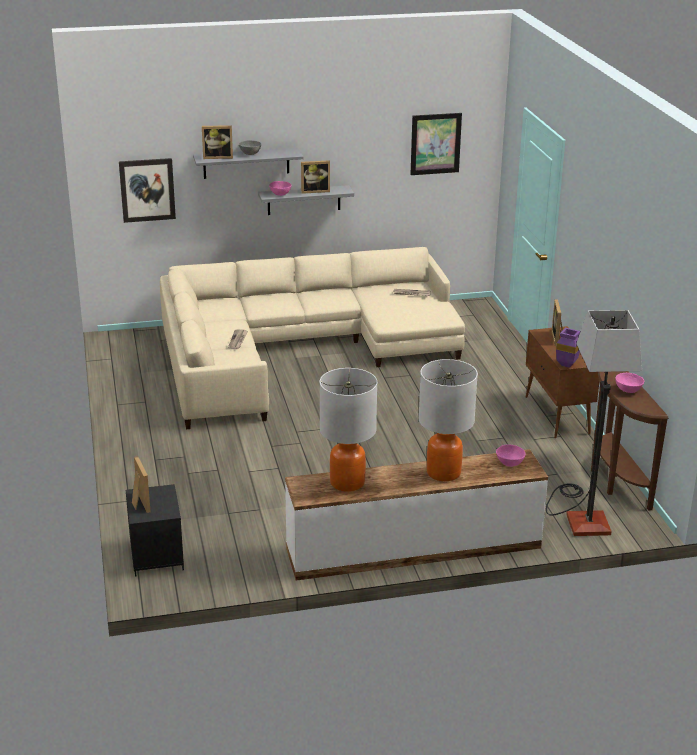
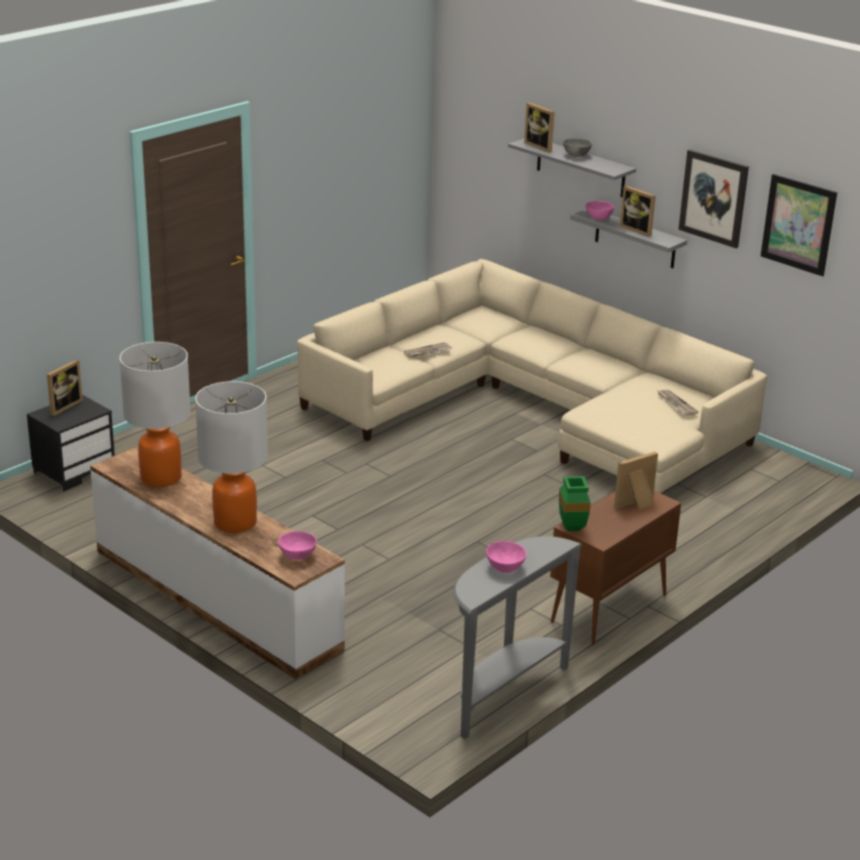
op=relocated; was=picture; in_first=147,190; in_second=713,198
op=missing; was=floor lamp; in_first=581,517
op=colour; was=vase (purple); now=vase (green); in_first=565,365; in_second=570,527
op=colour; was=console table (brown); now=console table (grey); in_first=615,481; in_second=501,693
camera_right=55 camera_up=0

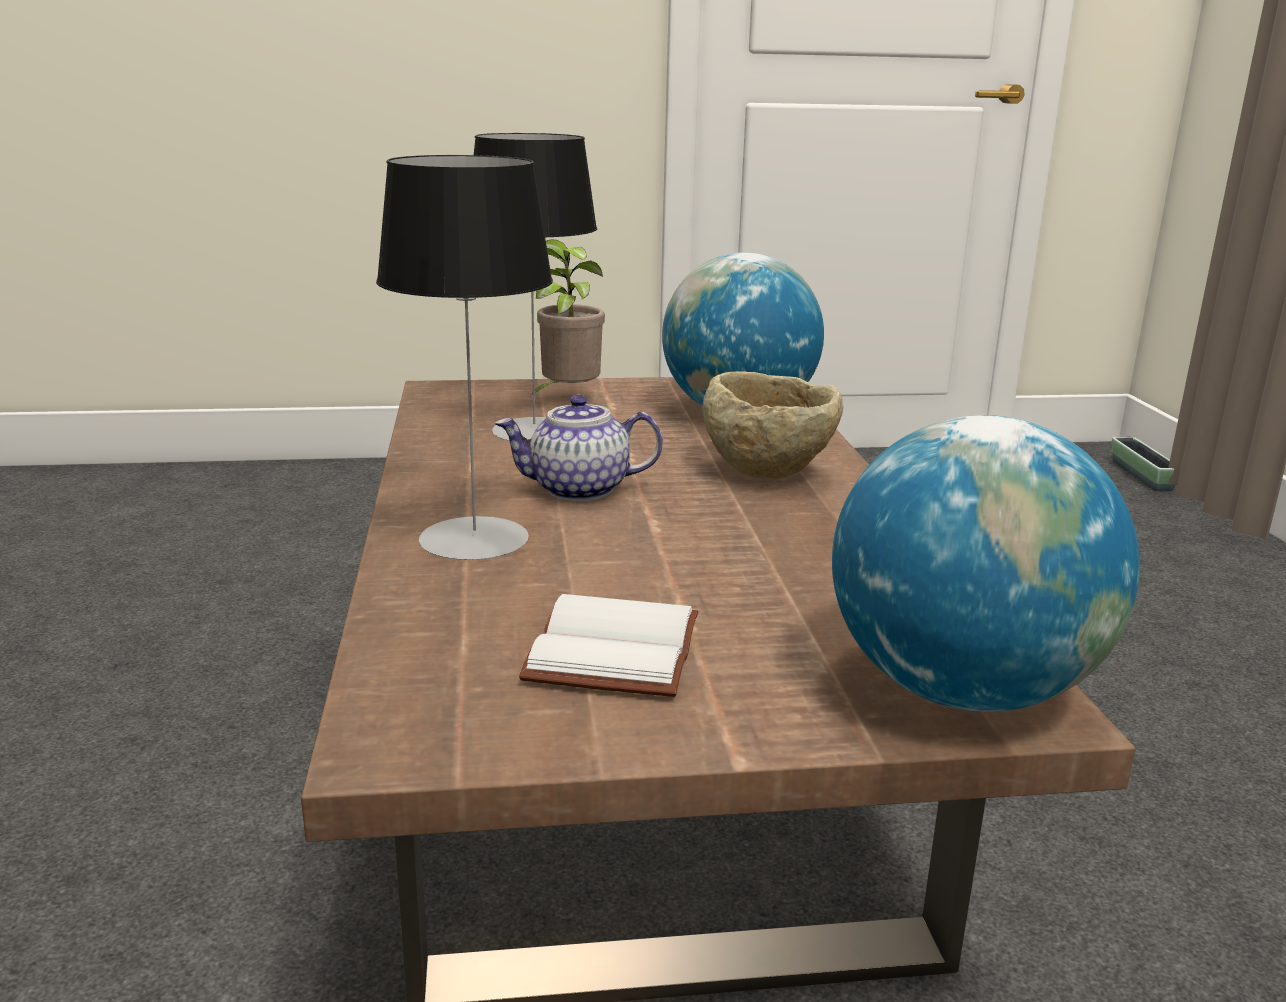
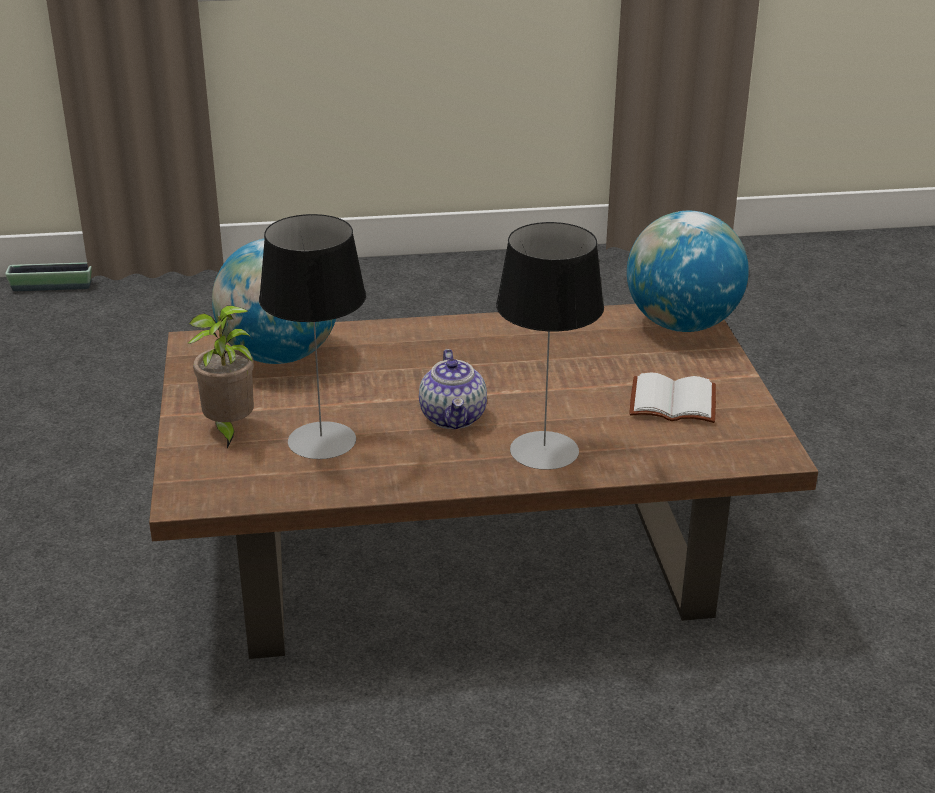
op=missing; was=bowl (beige); in_first=768,471
camera_right=-90 camera_up=10

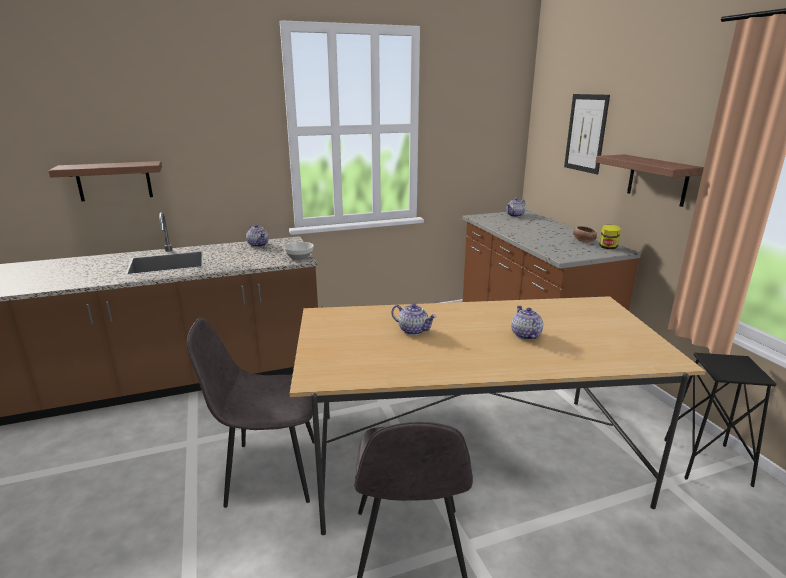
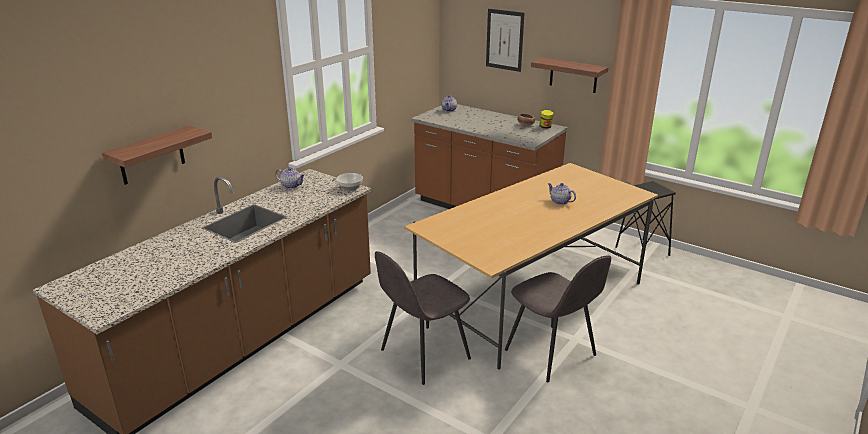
op=missing; was=teapot; in_first=413,330
camera_right=-35 camera_up=5

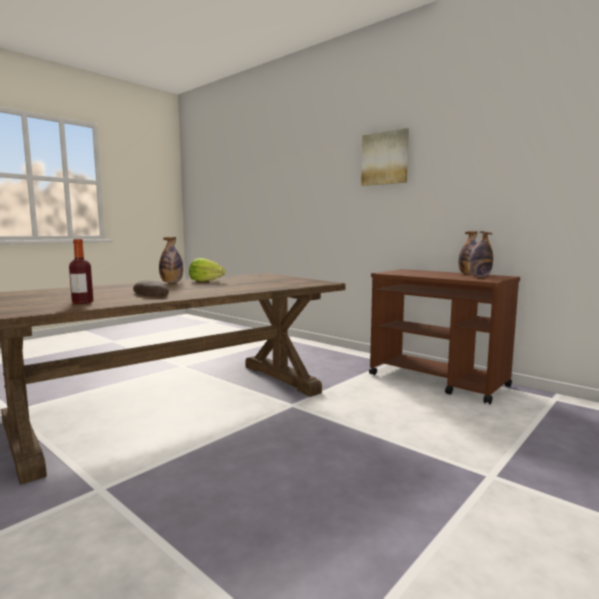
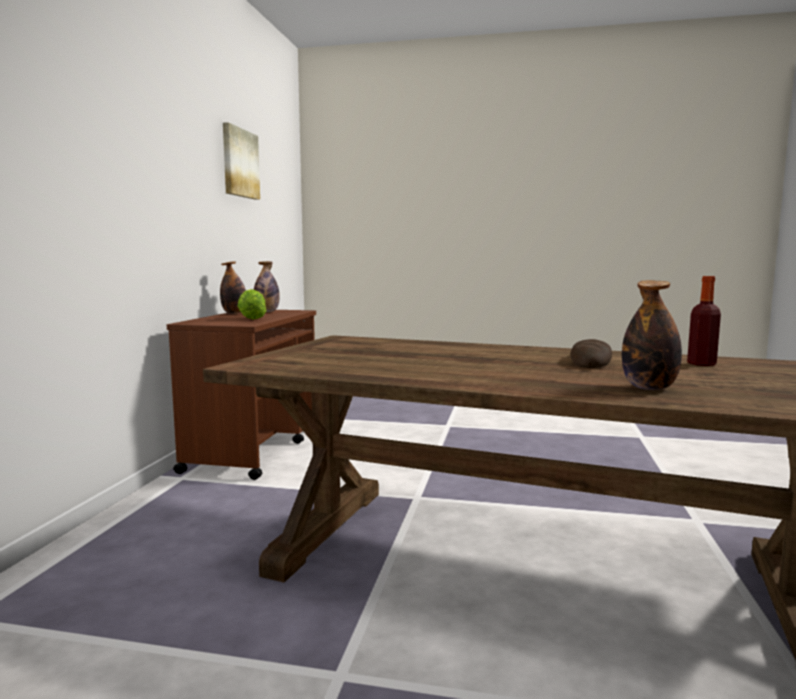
op=relocated; was=picture; in_first=385,158; in_second=239,163
op=relocated; was=bottle; in_first=171,282; in_second=649,388
op=relocated; was=lettuce; in_first=206,281; in_second=252,318
camera_right=-120 camera_up=0

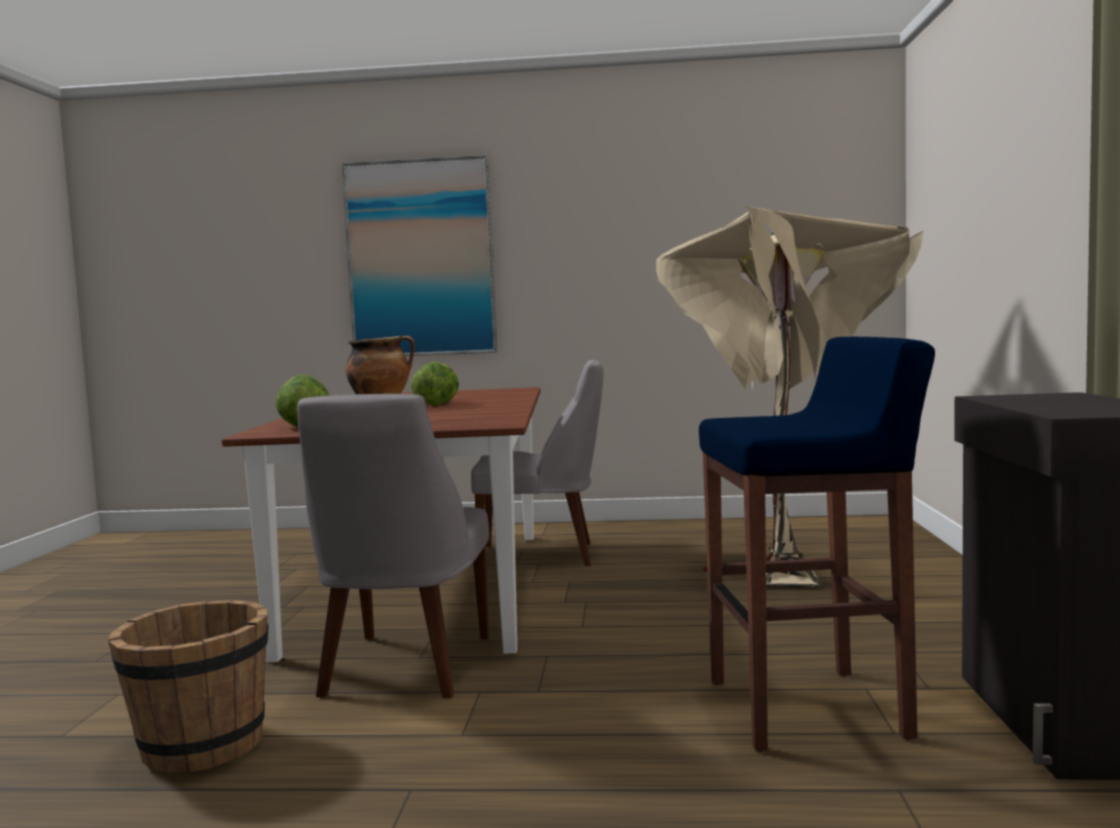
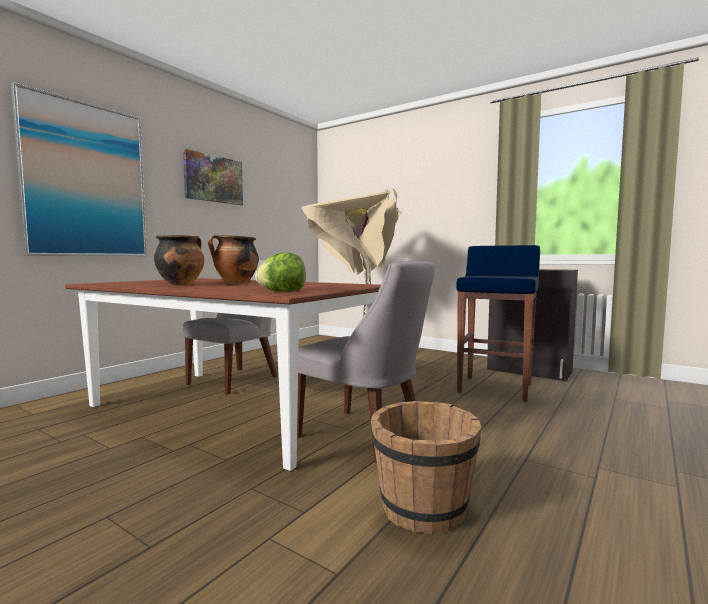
op=exchanged; was=lettuce; now=cooking pot; in_first=437,405; in_second=236,283
op=appeared; now=picture; in_second=213,179
camera_right=-60 camera_up=0

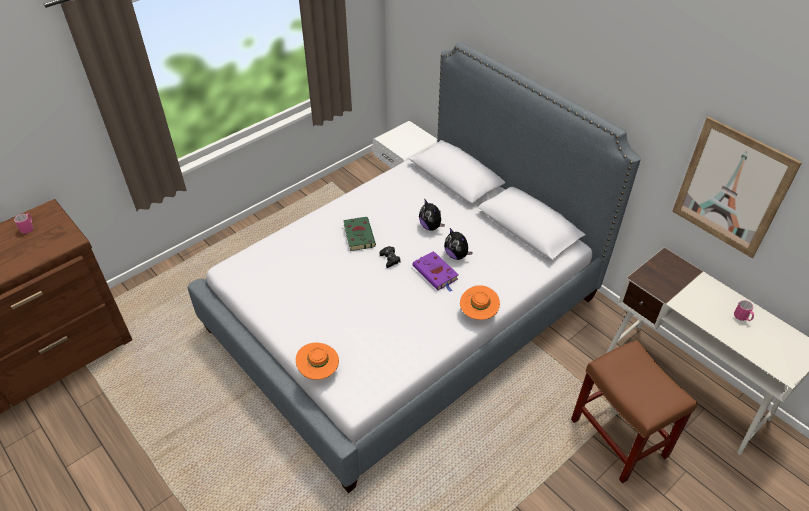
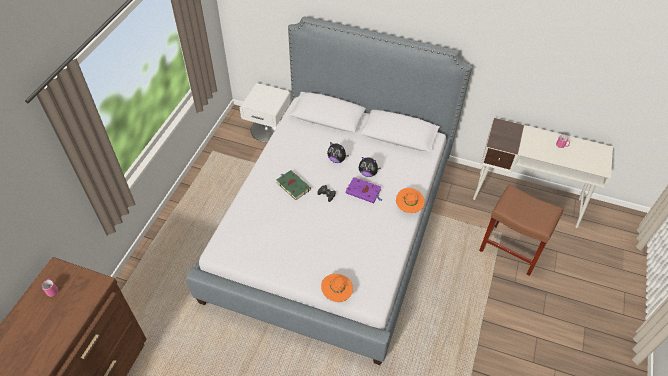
op=missing; was=picture; in_first=731,188
camera_right=-30 camera_up=5

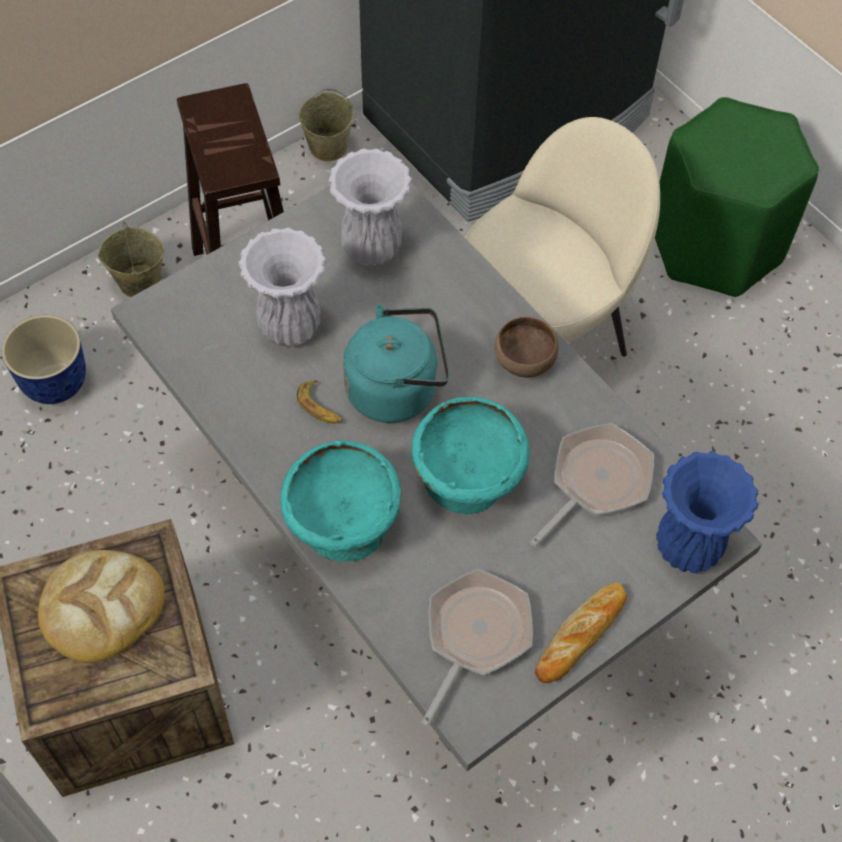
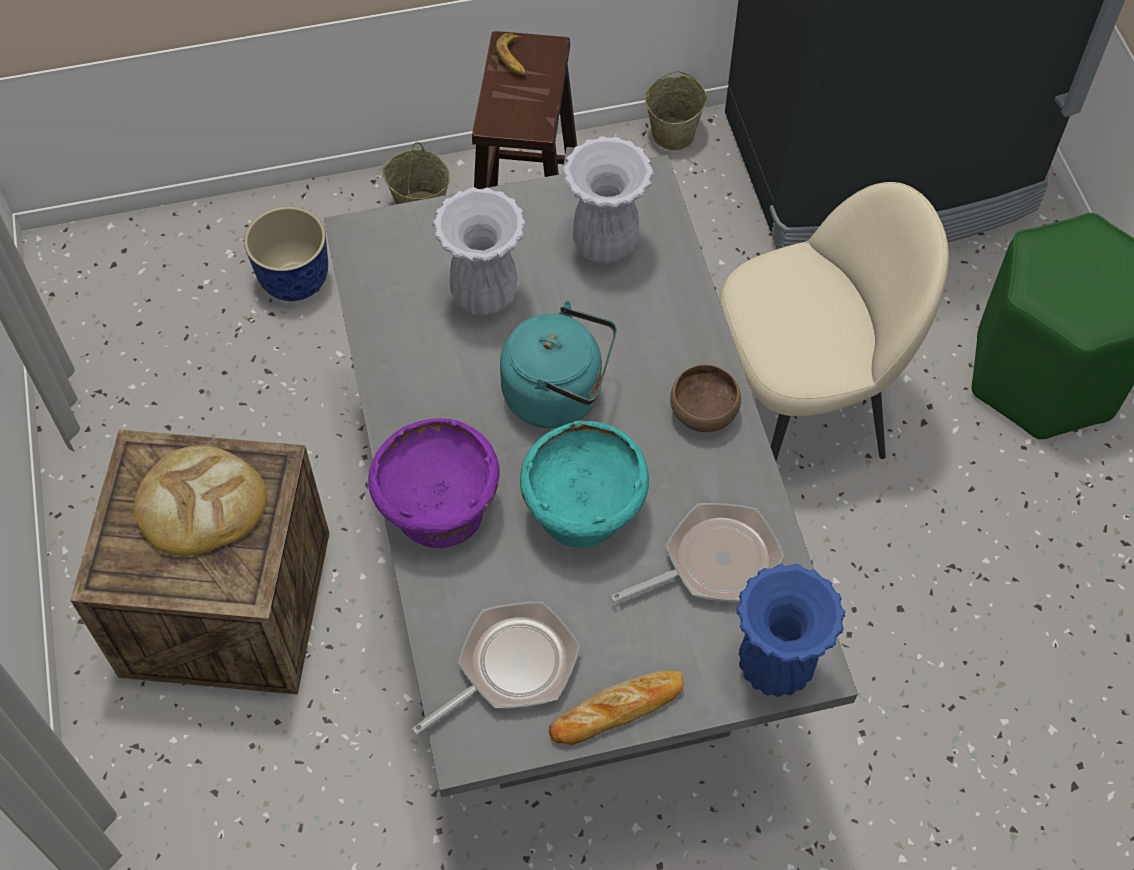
op=relocated; was=banana; in_first=320,407; in_second=513,59
op=colour; was=bowl (turquoise); now=bowl (purple); in_first=342,523; in_second=438,506
camera_right=25 camera_up=0

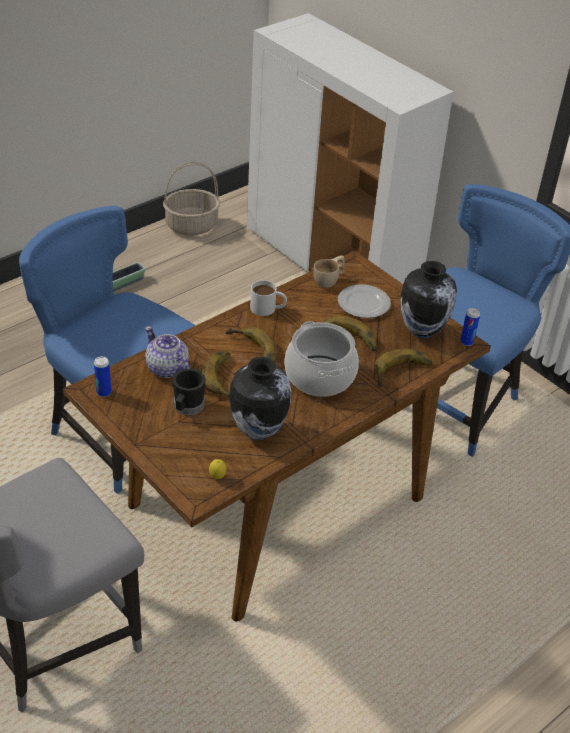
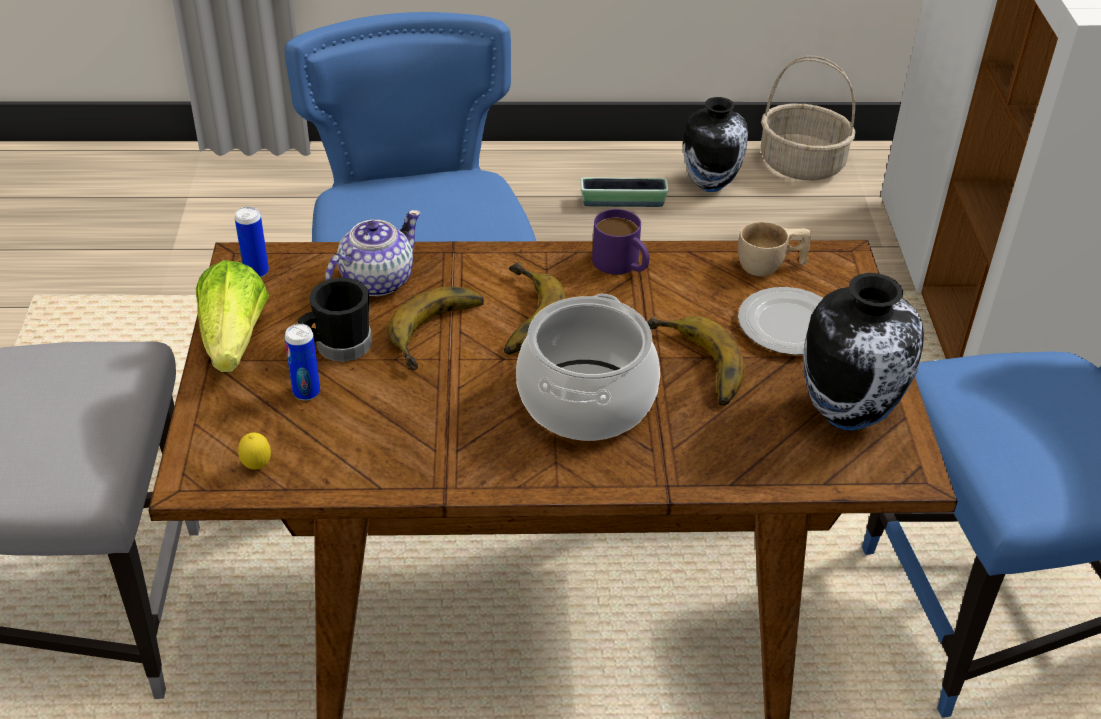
op=colour; was=mug (white); now=mug (purple); in_first=268,308; in_second=622,265
op=relocated; was=can; in_first=466,342; in_second=306,392
op=spun; was=teapot; in_first=167,369; in_second=375,281; clockwise=45
op=missing; was=banana; in_first=403,373
op=relocated; was=vase; in_first=258,431; in_second=710,184
op=appeared; now=lettuce; in_second=234,341
camera_right=40 camera_up=0

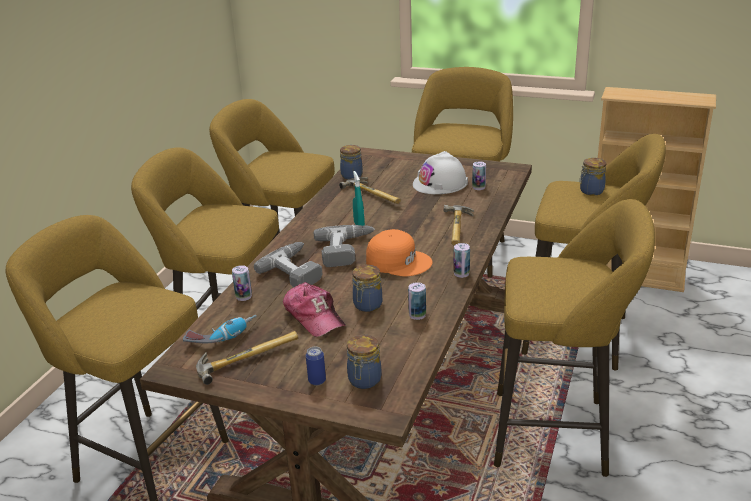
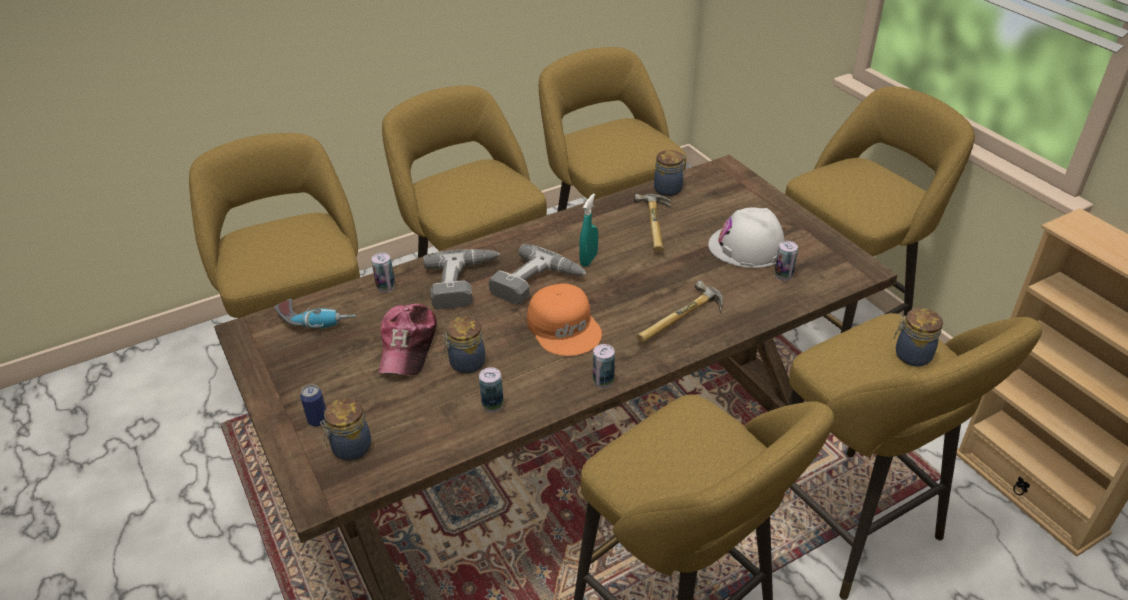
op=missing; was=hammer; in_first=246,356
camera_right=40 camera_up=10

